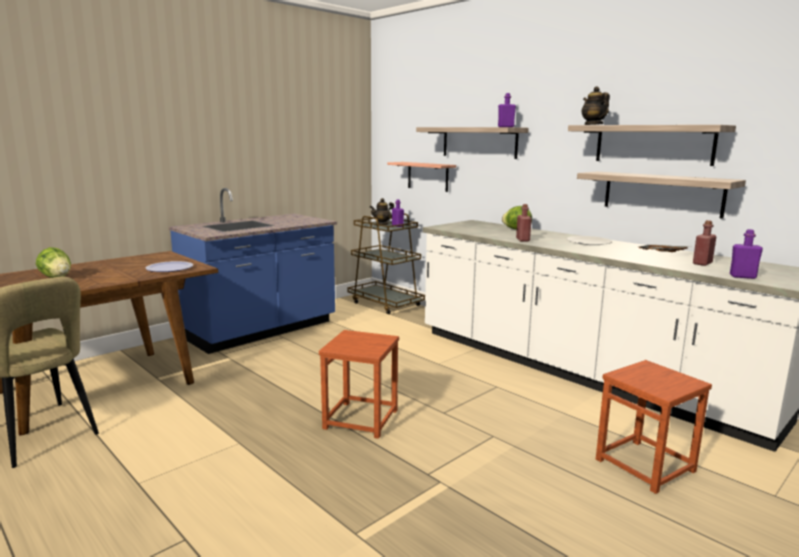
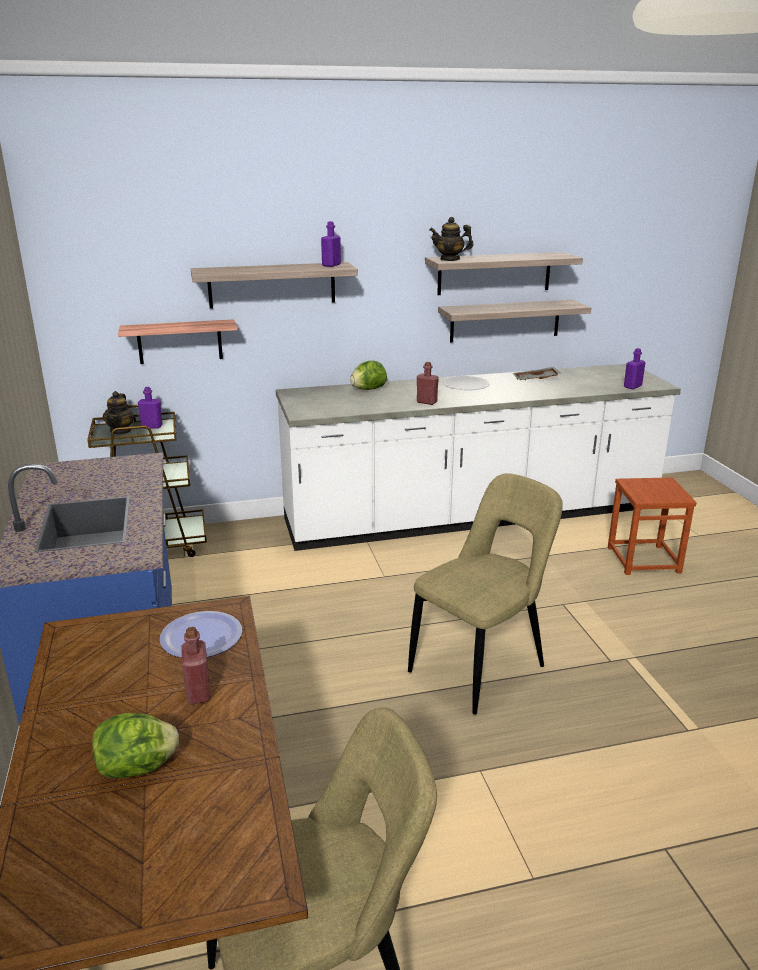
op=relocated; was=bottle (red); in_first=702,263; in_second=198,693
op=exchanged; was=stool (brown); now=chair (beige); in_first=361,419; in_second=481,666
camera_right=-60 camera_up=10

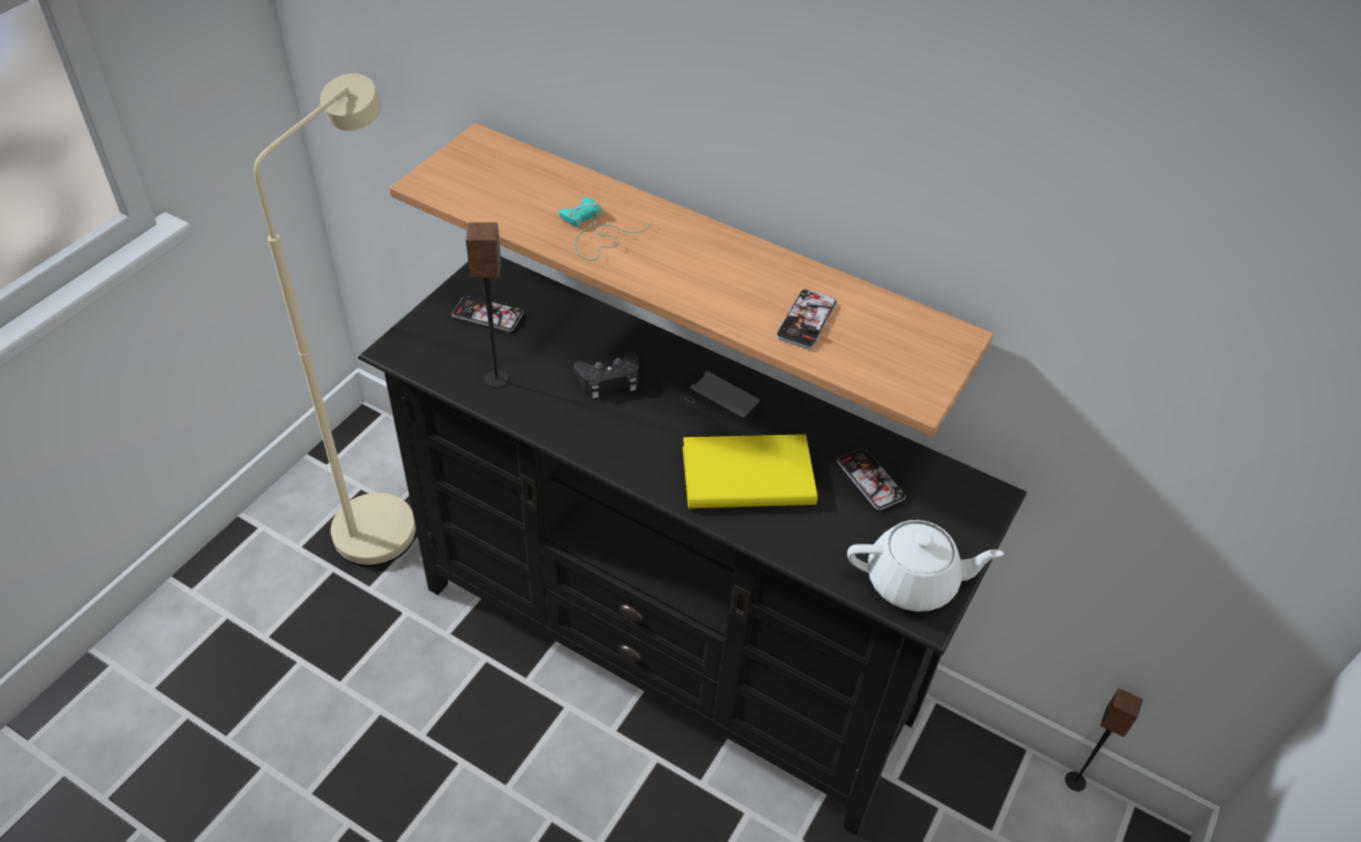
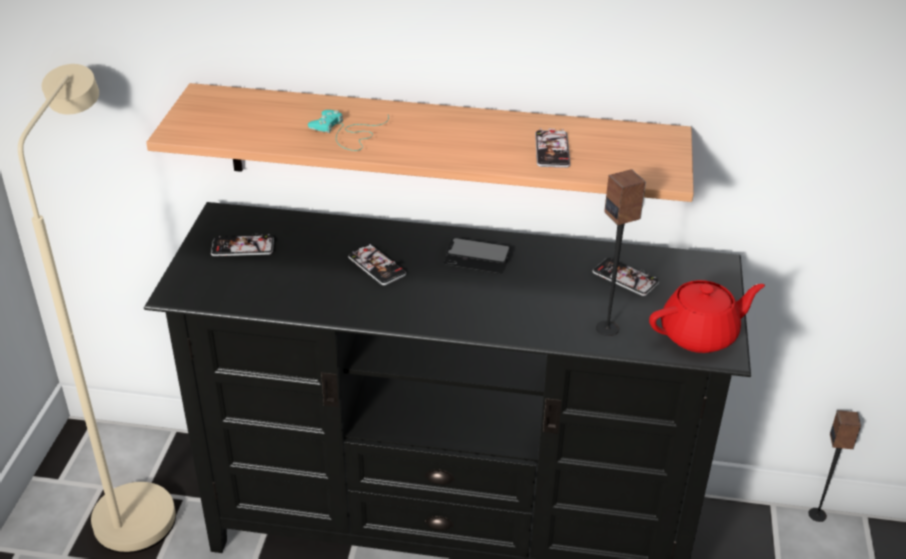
op=relocated; was=speaker; in_first=497,379; in_second=608,328
op=exchanged; was=game controller (black); now=phone; in_first=609,380; in_second=377,266
op=missing; was=book (yellow); in_first=745,473
op=colour; was=teapot (white); now=teapot (red); in_first=913,582; in_second=700,335
camera_right=-20 camera_up=-10

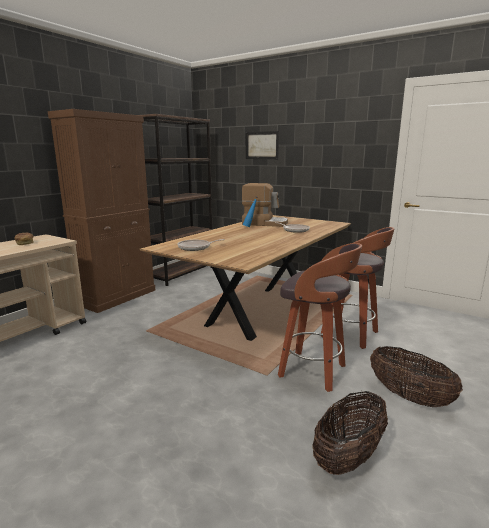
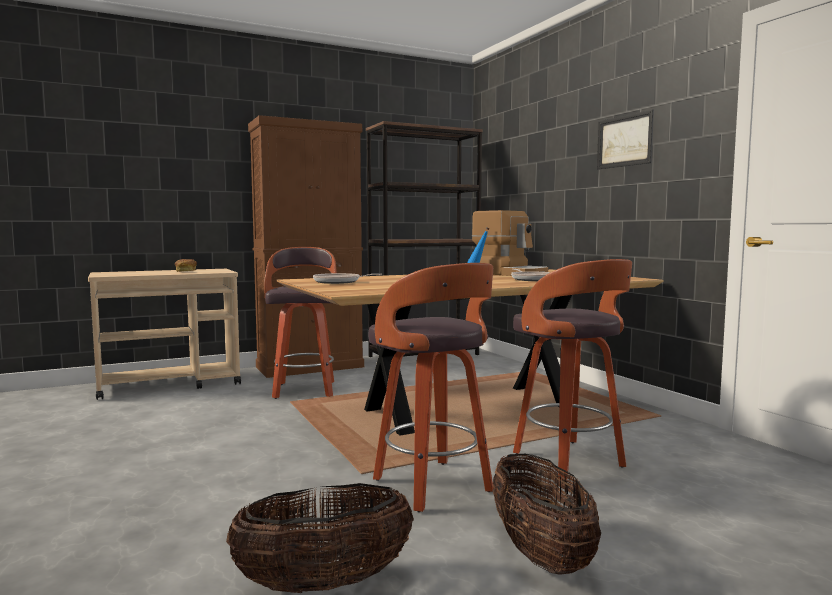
op=relocated; was=picture; in_first=262,145; in_second=624,141
op=appeared; now=stool; in_second=304,390
camera_right=30 camera_up=-10

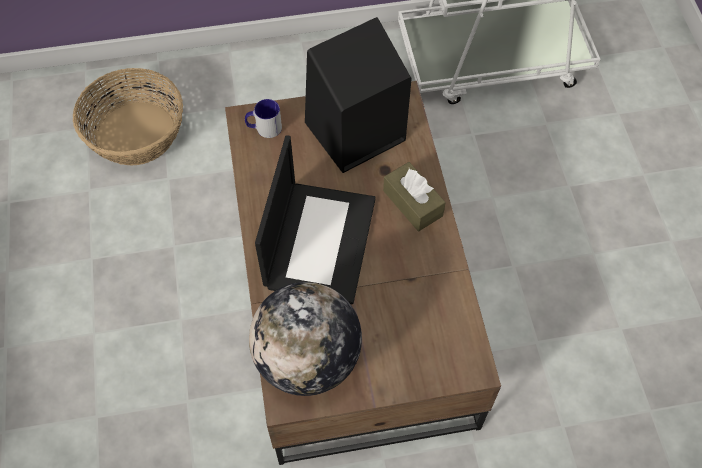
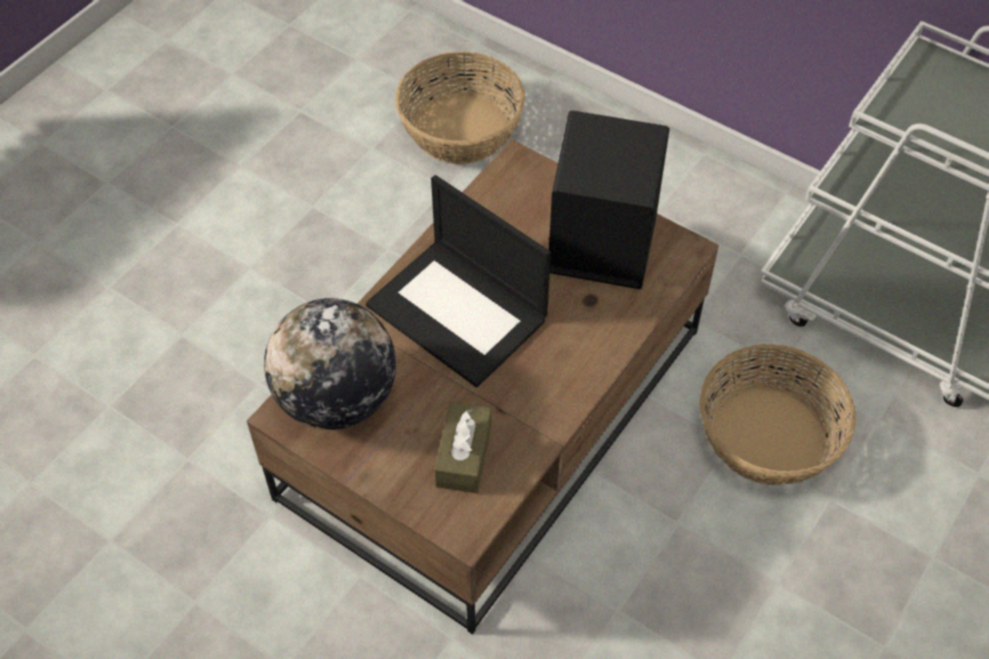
op=missing; was=mug; in_first=264,128
op=spun; was=laptop; in_first=319,241; in_second=459,312; clockwise=75
op=relocated; was=tissue box (brown); in_first=412,203; in_second=464,456
op=appeared; now=basket; in_second=768,435
camera_right=45 camera_up=-5

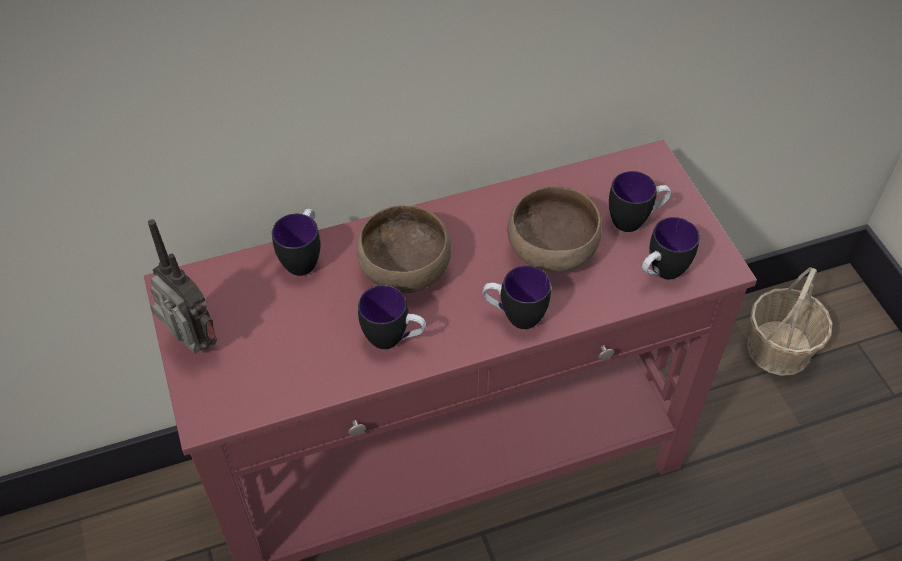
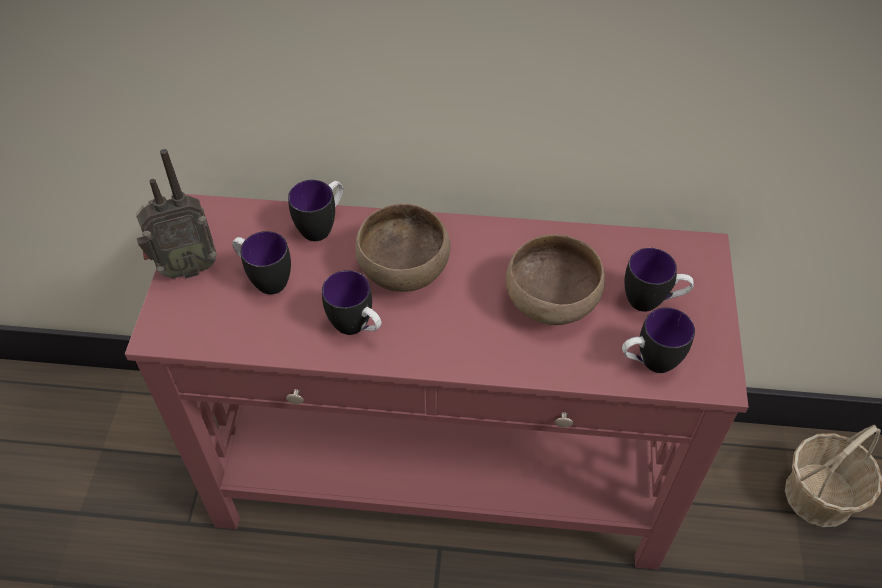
op=spun; was=radio; in_first=192,345; in_second=185,267; clockwise=90
op=relocated; was=mug; in_first=514,316; in_second=265,279
camera_right=25 camera_up=0

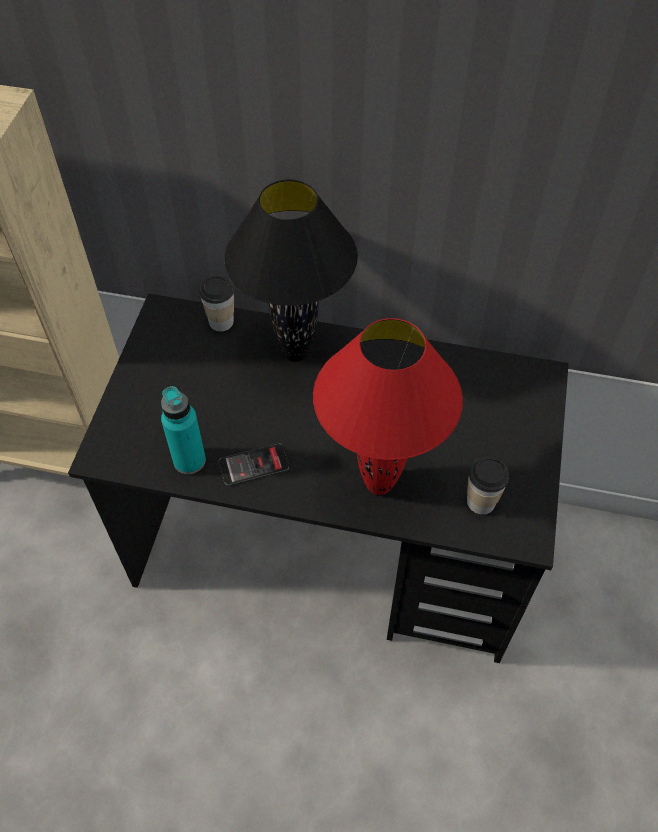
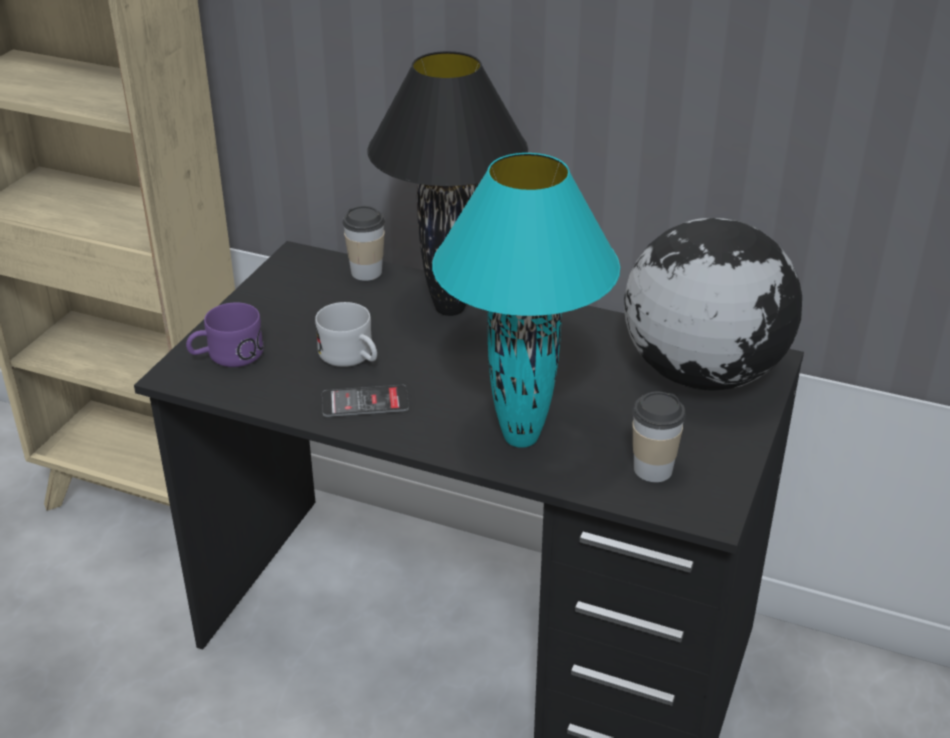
op=colour; was=table lamp (red); now=table lamp (turquoise); in_first=379,483; in_second=521,436
op=missing; was=bottle (turquoise); in_first=189,460
op=appeared; now=globe; in_second=701,373
op=appeared; now=mug (white); in_second=352,357
op=appeared; now=mug (purple); in_second=226,356
camera_right=10 camera_up=-20

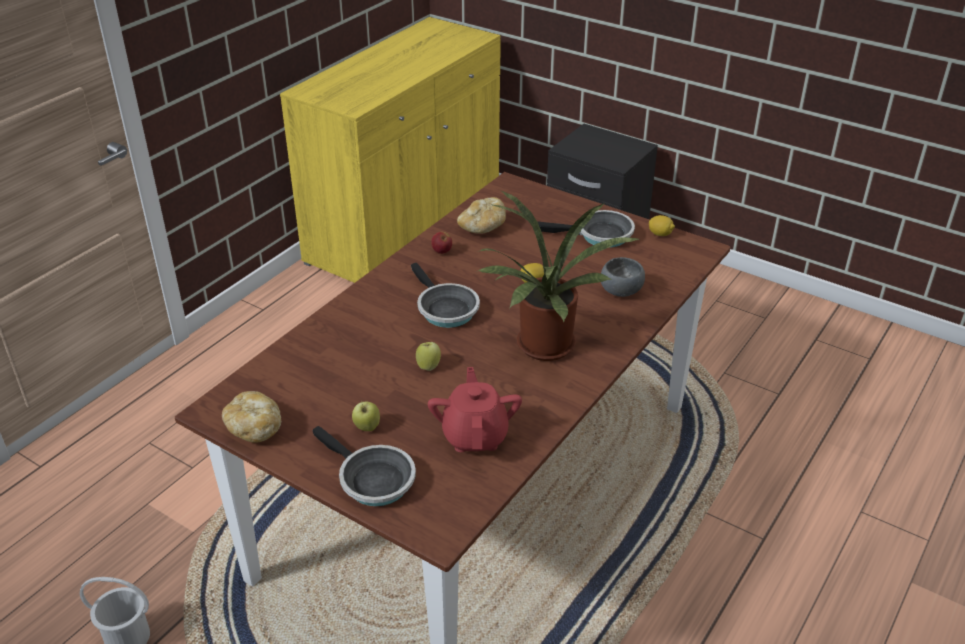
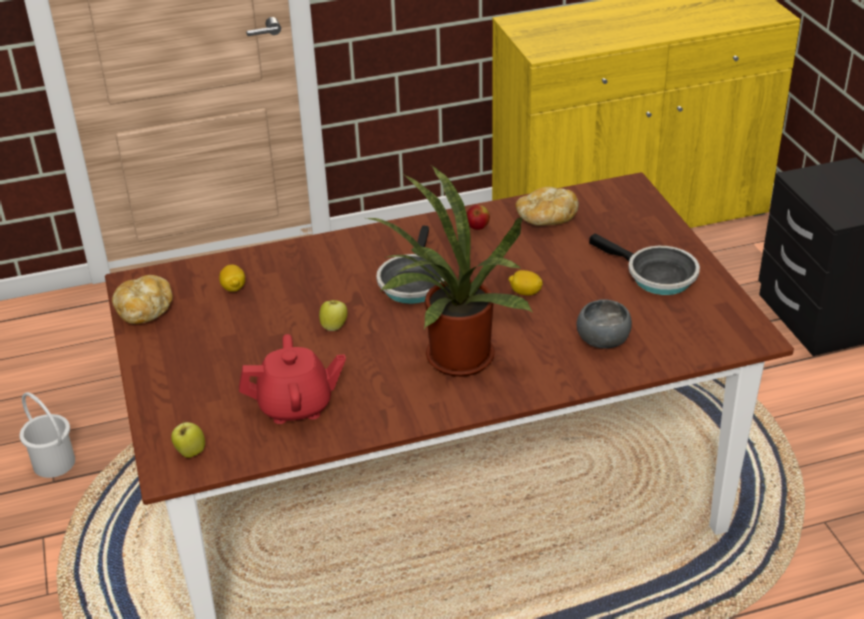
op=relocated; was=lemon; in_first=660,234; in_second=233,288
op=spun; was=teapot (red); in_first=475,436; in_second=296,406; clockwise=45
op=relocated; was=apple; in_first=367,428; in_second=190,452
op=missing; was=frying pan; in_first=372,480
camera_right=40 camera_up=0

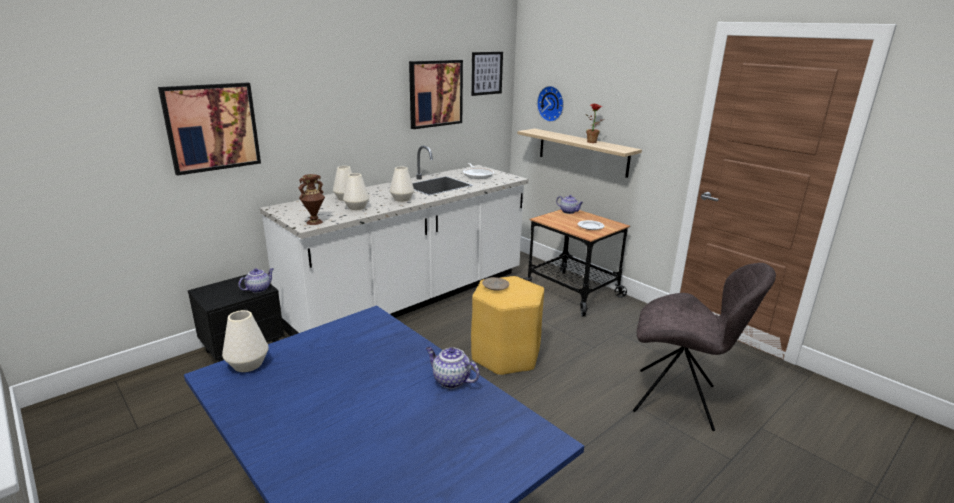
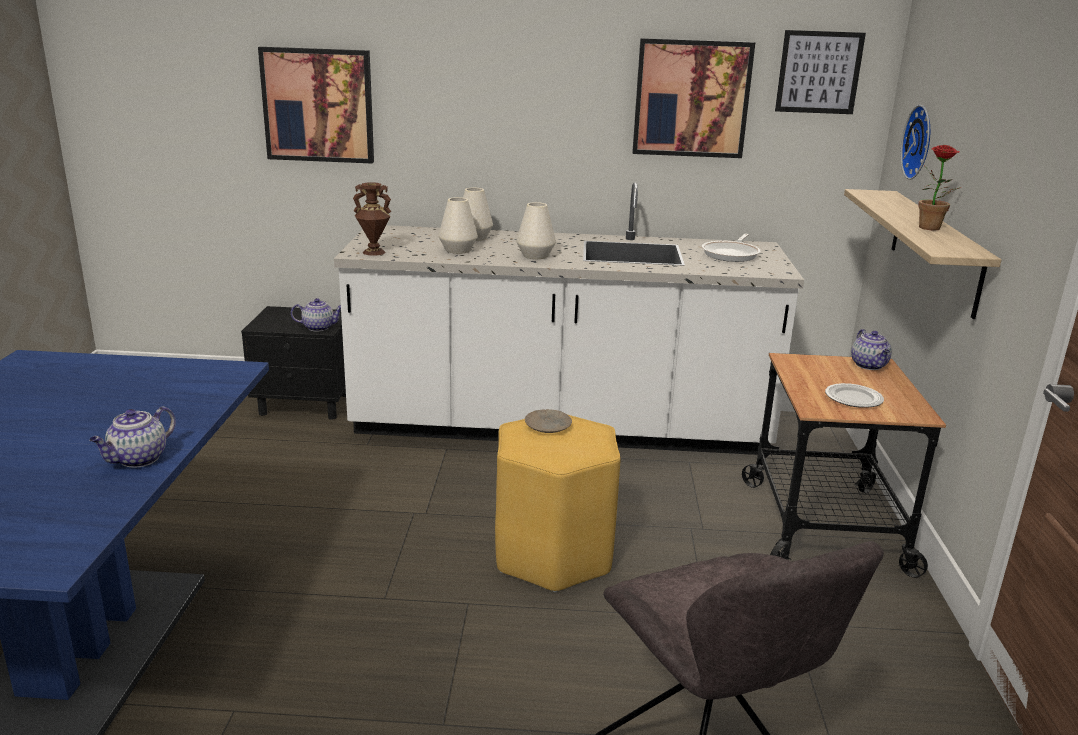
op=missing; was=vase (white); in_first=248,364
op=spun; was=teapot; in_first=450,380; in_second=138,459; clockwise=-135
camera_right=45 camera_up=0

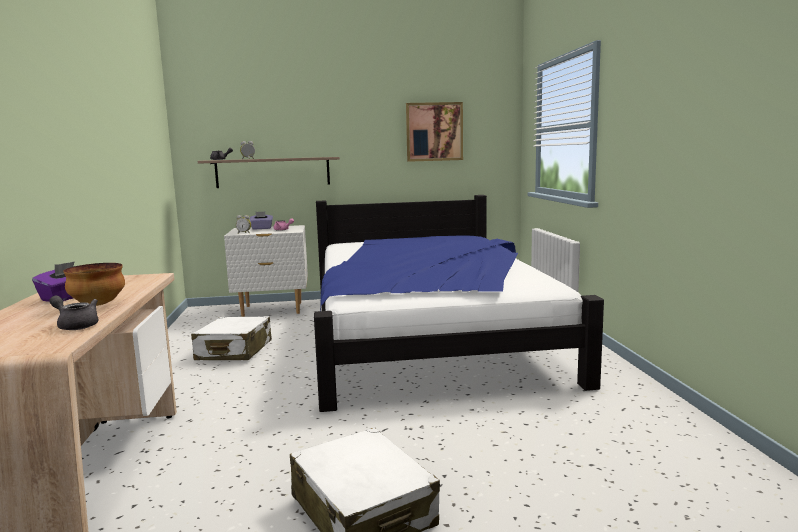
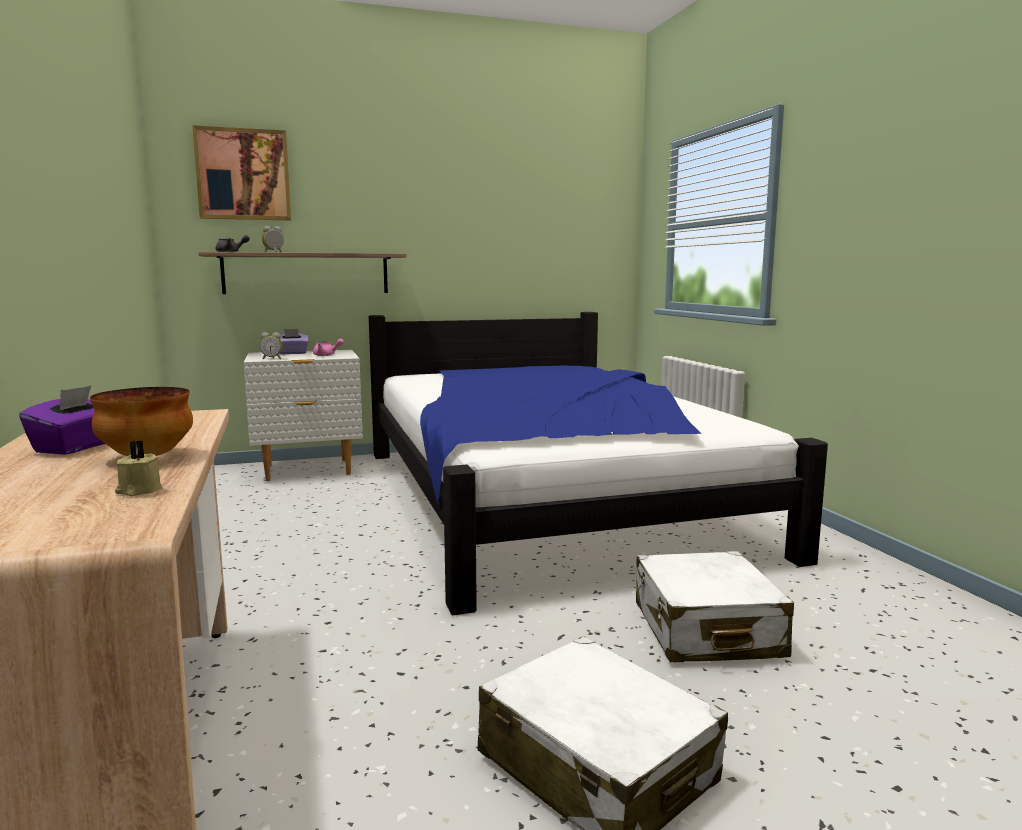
op=relocated; was=picture; in_first=434,132; in_second=243,174
op=exchanged; was=teapot (grey); now=candle (beige); in_first=76,325; in_second=138,491
op=relocated; was=suitcase (white); in_first=234,351; in_second=706,630
camera_right=-10 camera_up=0

